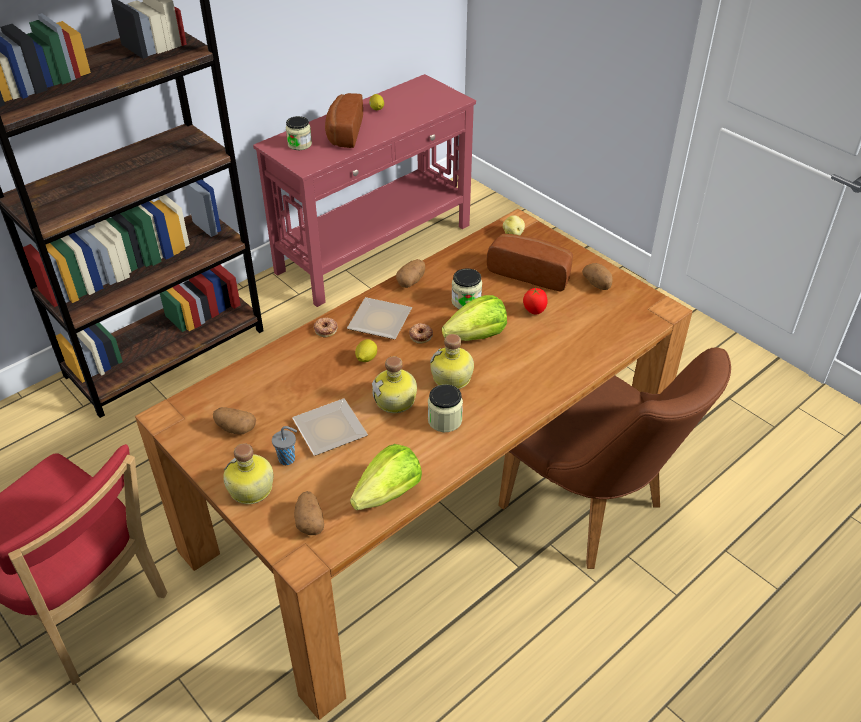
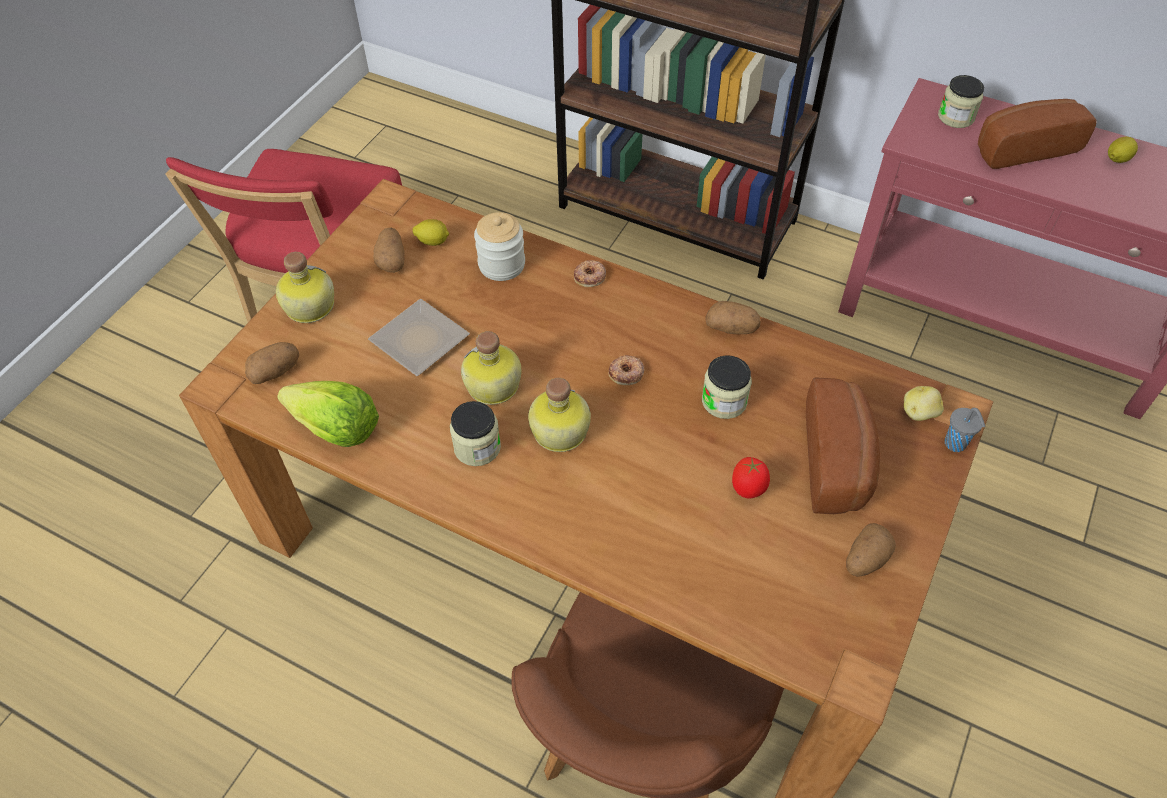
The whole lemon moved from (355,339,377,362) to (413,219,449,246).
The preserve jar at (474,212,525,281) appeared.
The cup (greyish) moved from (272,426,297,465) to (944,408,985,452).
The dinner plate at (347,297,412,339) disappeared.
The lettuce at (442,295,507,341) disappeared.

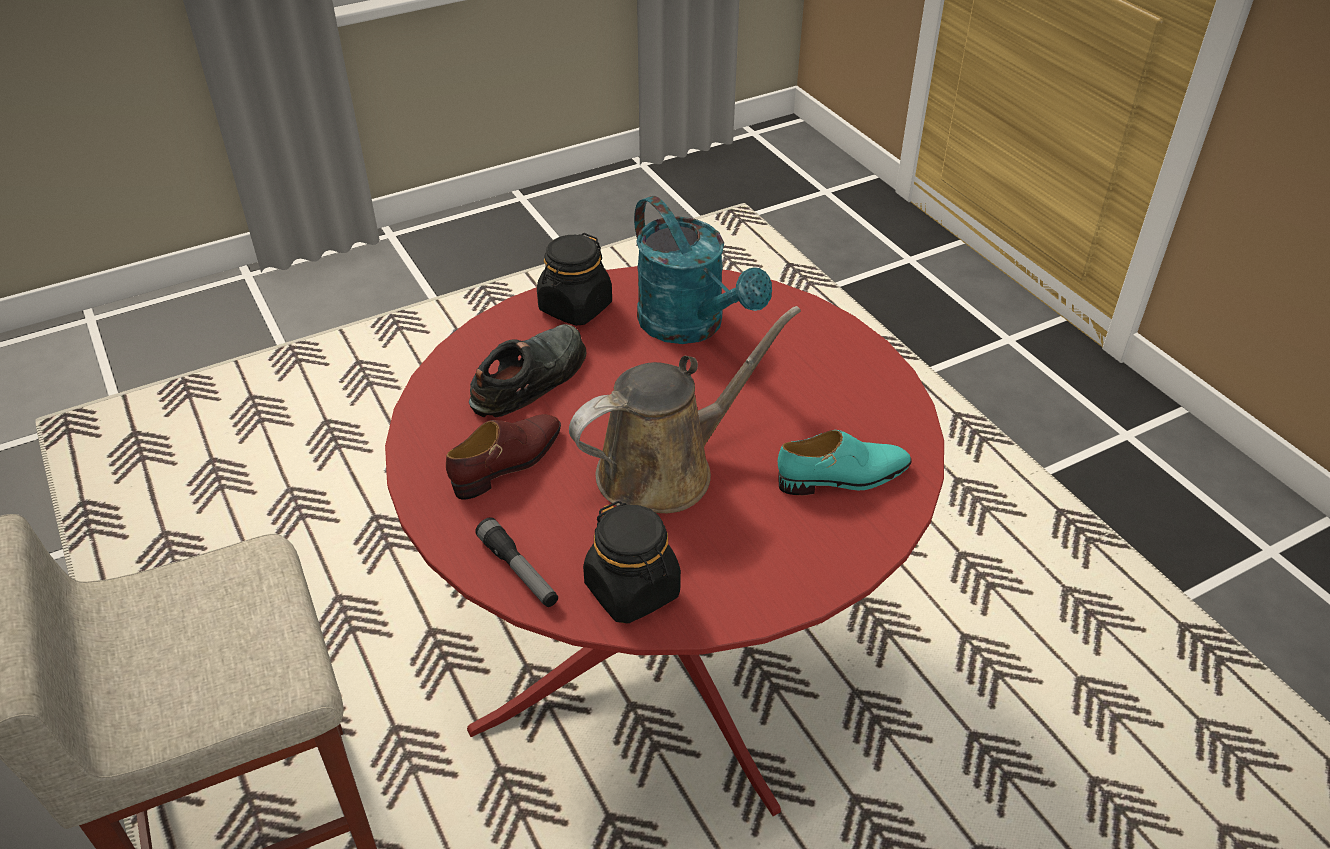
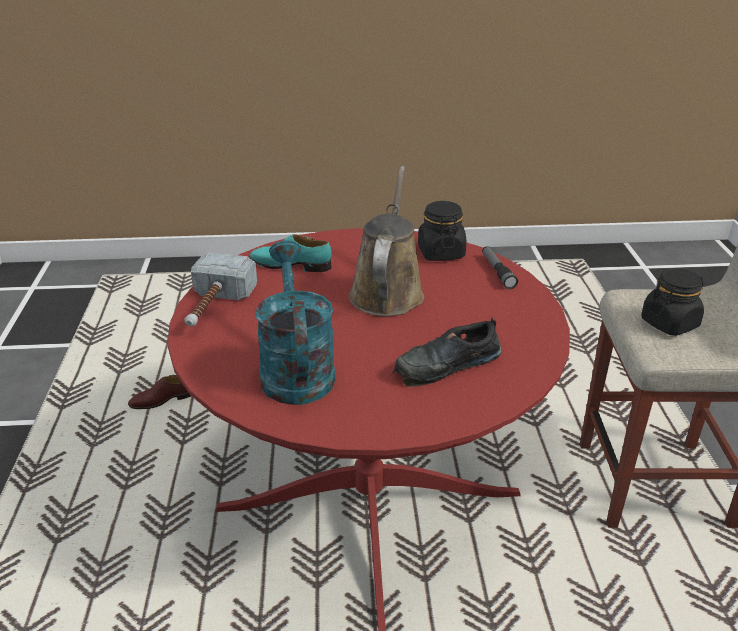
The low shoe (brownish) moved from (446,414,561,500) to (128,375,191,409).
The hammer at (184,252,257,327) appeared.
The watering can (brownish) at (569,306,801,513) turned 105 degrees clockwise.
The preserve jar (black-coloured) moved from (537,233,612,326) to (641,268,704,336).

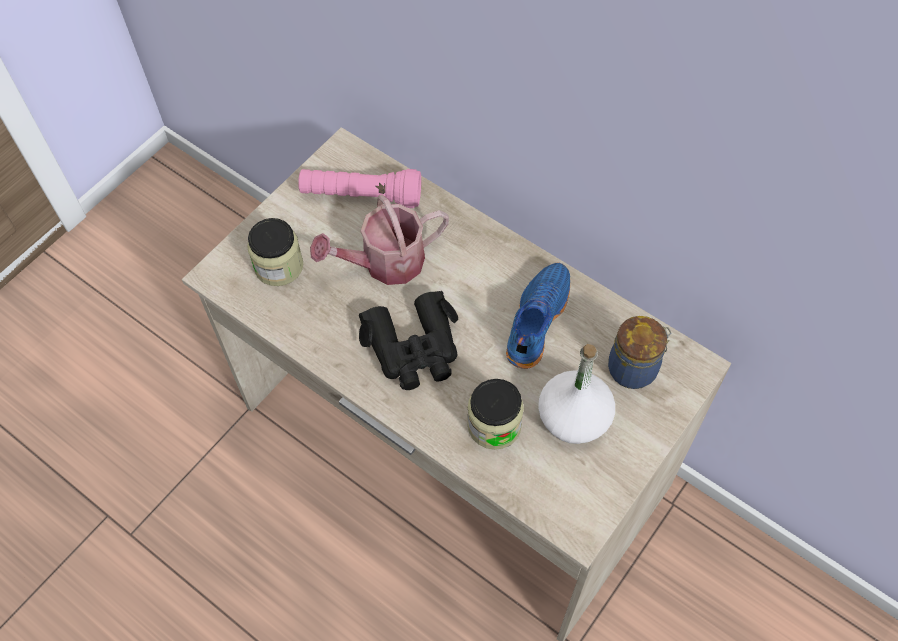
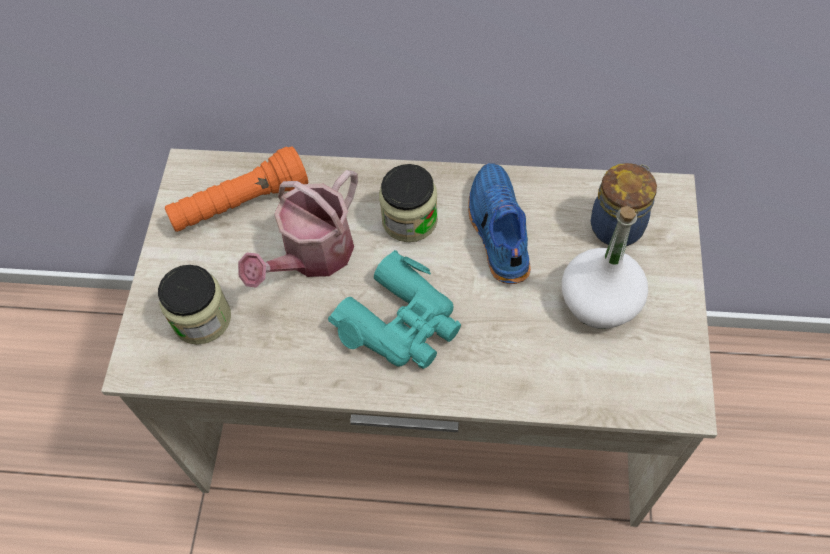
The flashlight (pink) at (298,169,421,208) became the flashlight (orange) at (165,146,308,232).
The binoculars (black-coloured) at (359,291,458,390) became the binoculars (turquoise-coloured) at (328,250,461,369).
The preserve jar moved from (467,379,524,450) to (379,164,438,242).

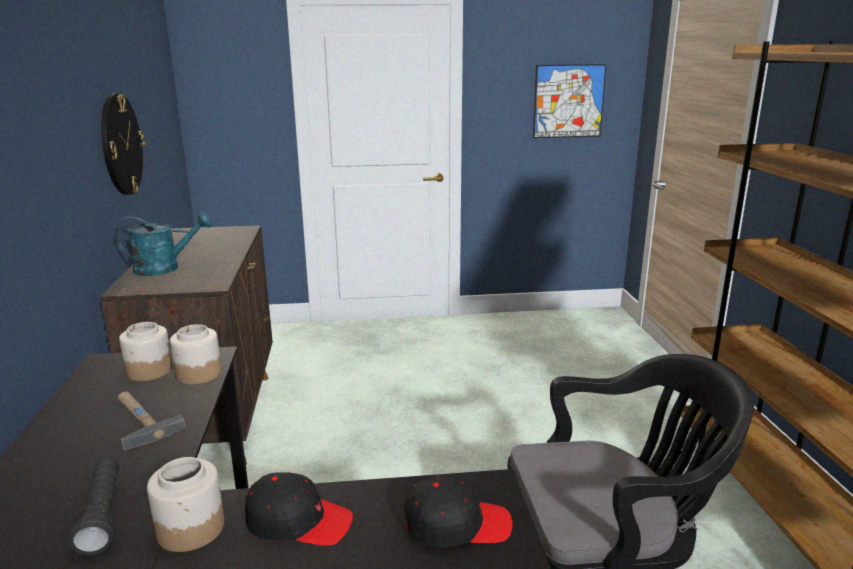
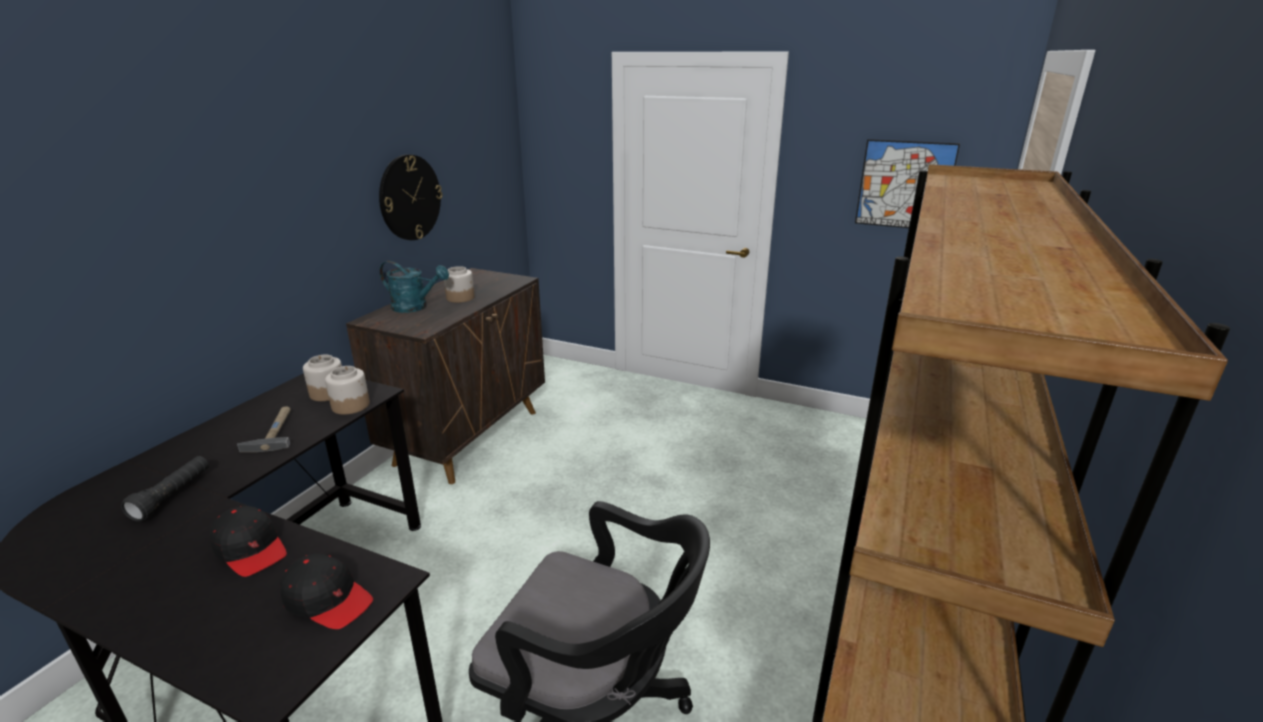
The preserve jar moved from (147,457,224,552) to (444,266,475,303).

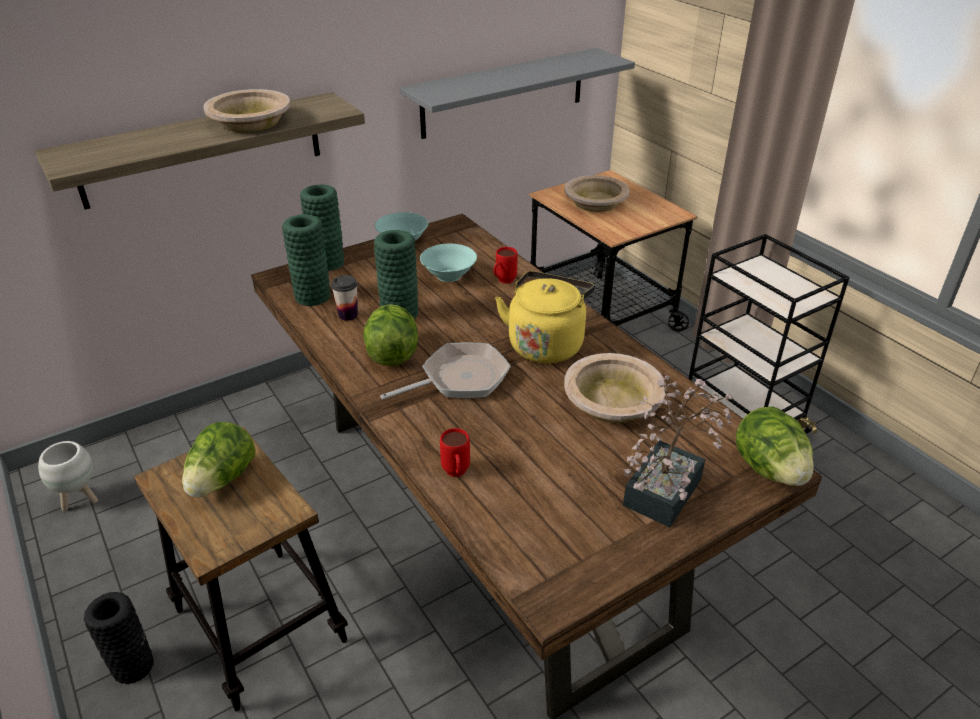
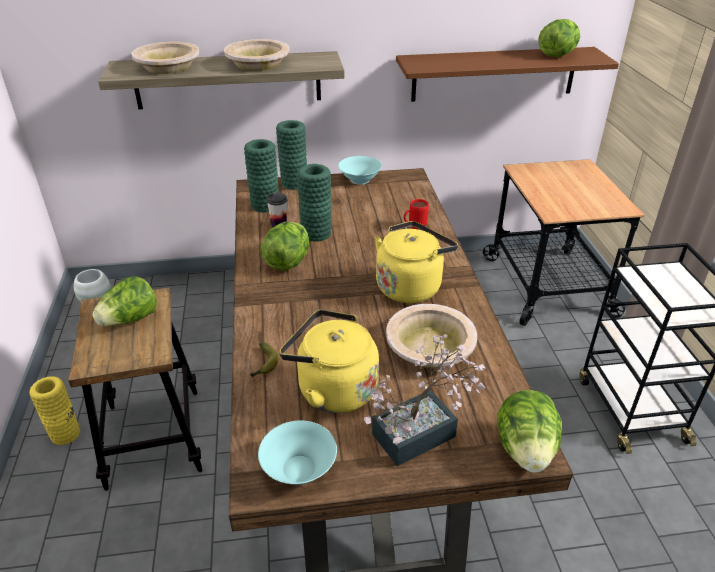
The decorative vase (black-coloured) at (84,592,154,684) became the decorative vase (yellowish) at (29,376,80,445).
The bowl (beige-coloured) moved from (565,175,630,212) to (131,41,200,74).
The tea mug (red) at (440,428,470,477) was replaced by the whole banana at (250,343,279,377).
The bowl (turquoise-coloured) moved from (420,244,477,282) to (258,420,337,485).
The tea kettle (yellowish) at (280,309,379,413) appeared.
The wall shelf (greyish) at (400,48,635,139) became the wall shelf (brownish) at (396,47,619,102).
The lettuce at (539,19,580,57) appeared.
The frying pan at (380,343,511,400) disappeared.

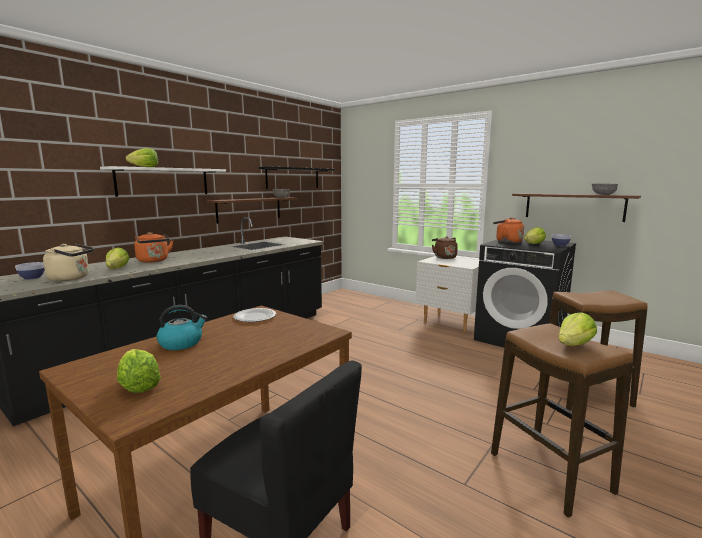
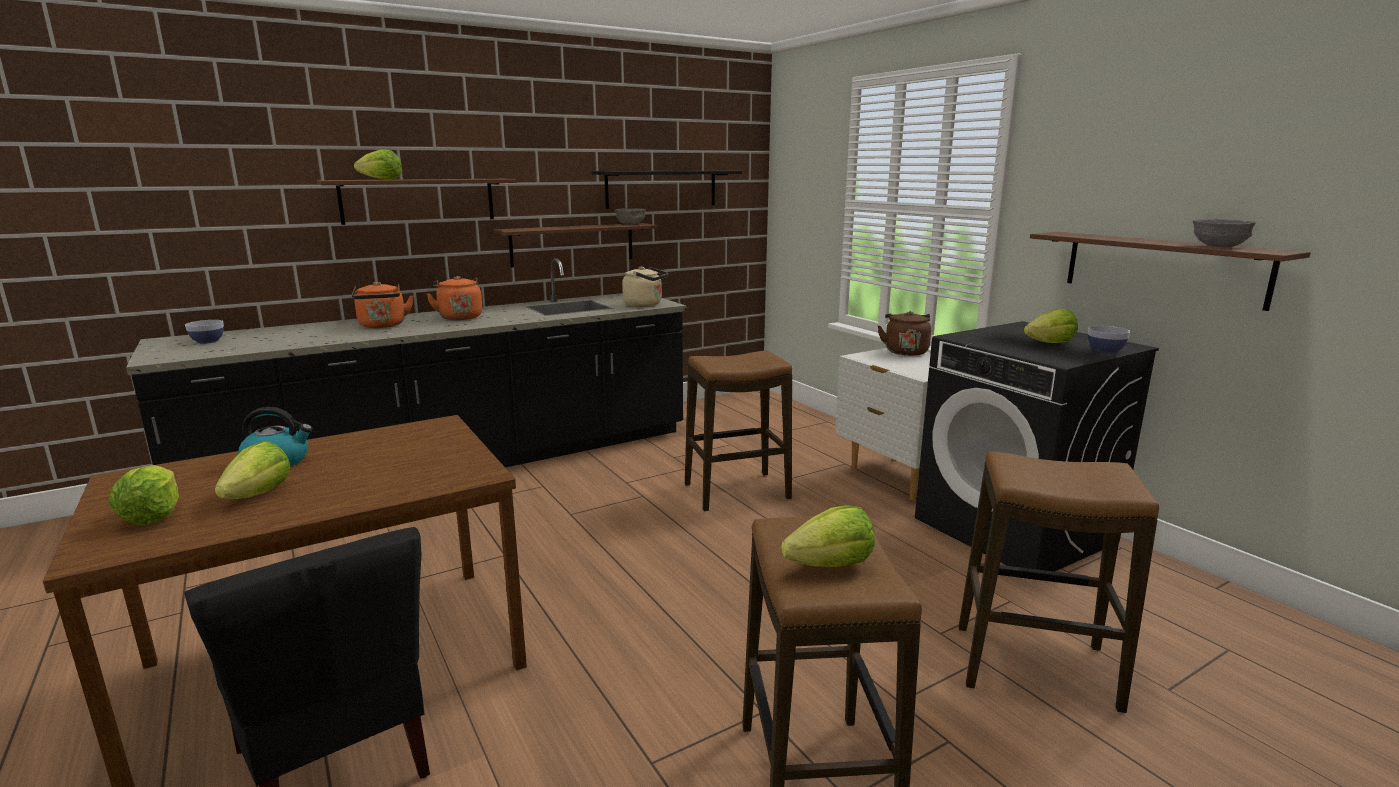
The lettuce moved from (106,248,129,269) to (215,441,290,499).
The wall shelf (whitish) at (100,166,226,197) became the wall shelf (brownish) at (317,179,516,225).
The tea kettle (orange) moved from (493,217,524,243) to (427,276,482,320).
The tea kettle (beige-coloured) moved from (43,244,94,281) to (622,267,668,307).
The sitting stool at (685,351,792,512) appeared.
The dinner plate at (233,308,276,322) disappeared.

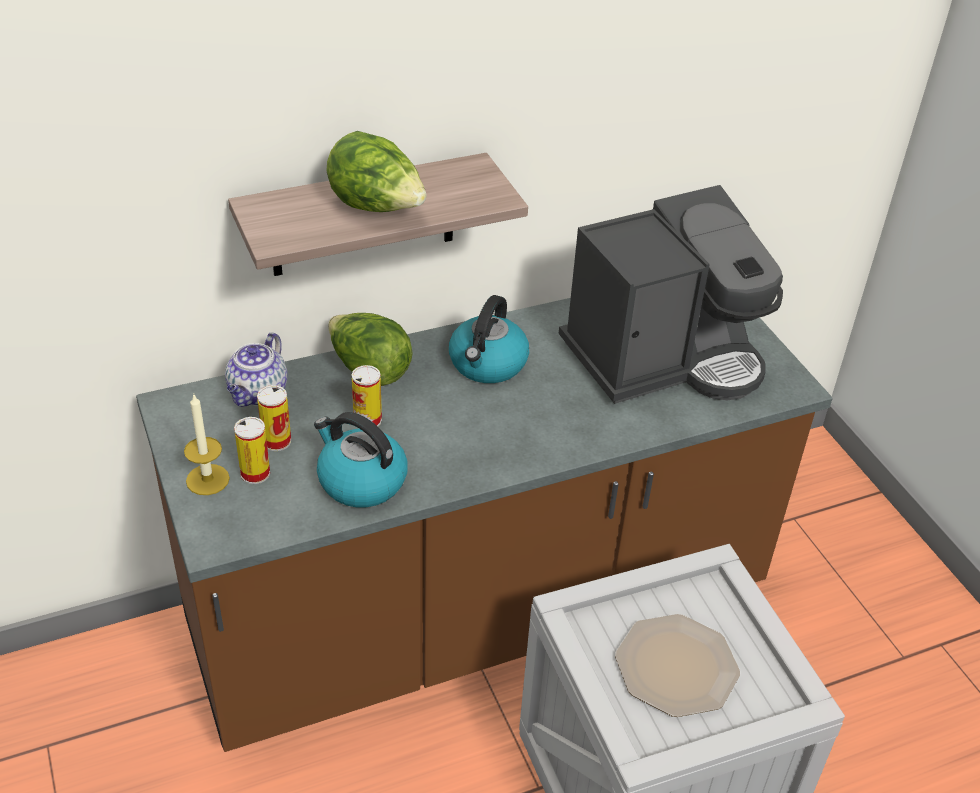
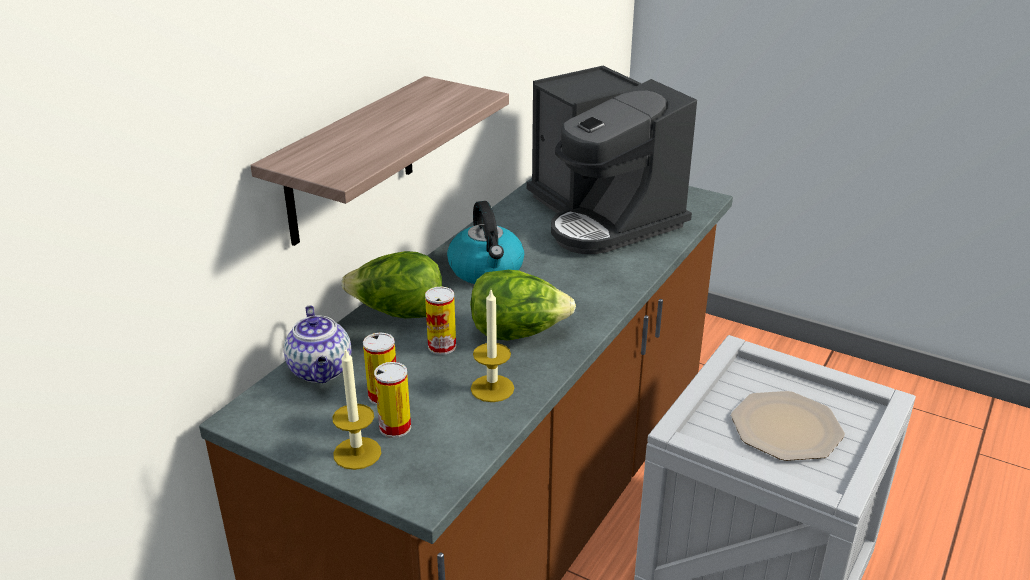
The lettuce moved from (326,131,427,212) to (470,270,576,340).
The tea kettle at (314,412,408,507) was replaced by the candle at (471,290,514,402).
The coffee maker at (558,185,783,404) turned 120 degrees clockwise.

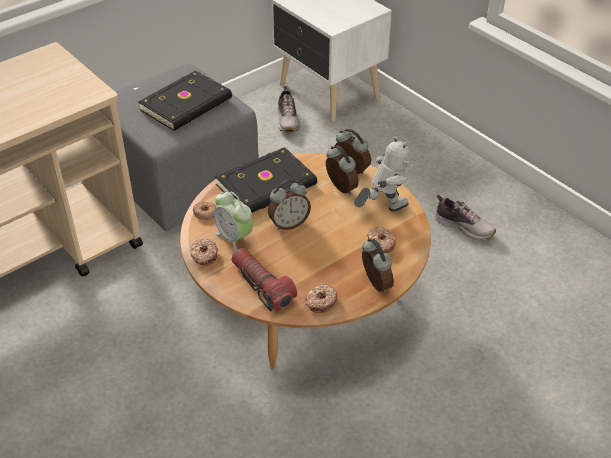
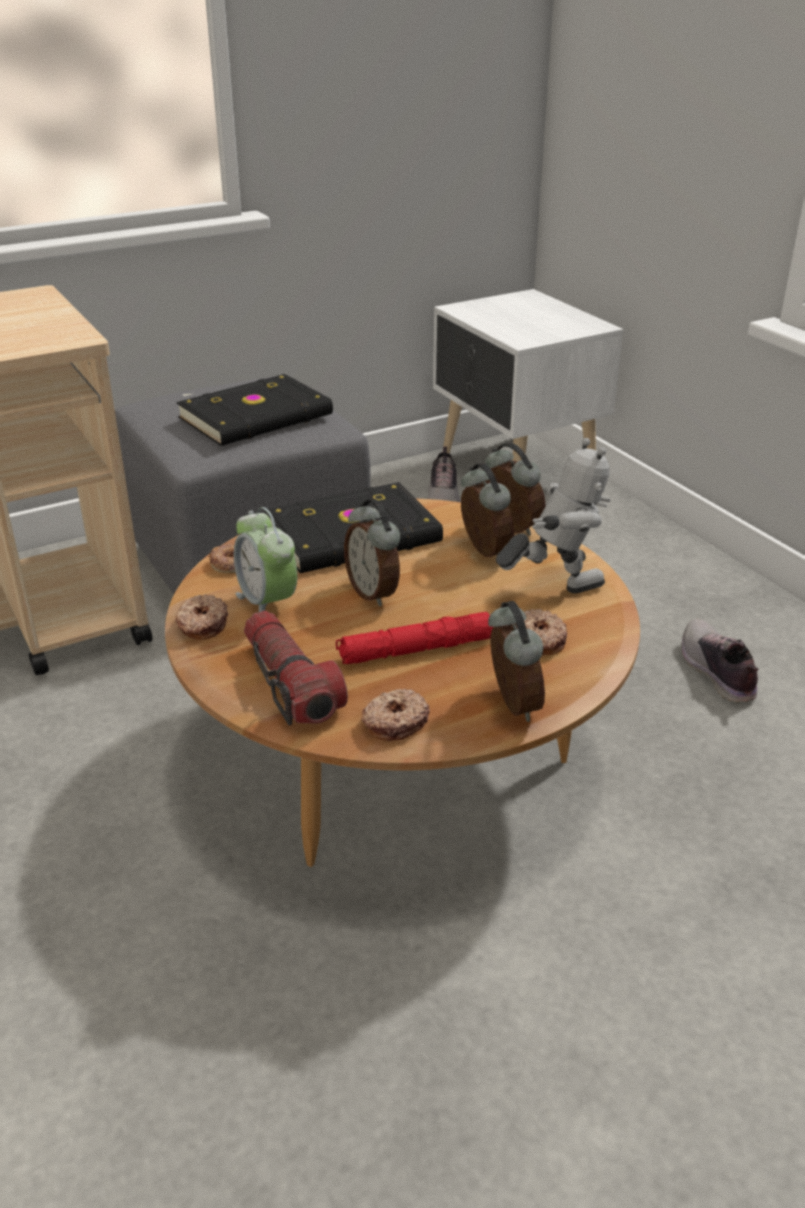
The flashlight (red) at (336,612,493,664) appeared.
The alarm clock at (268,179,311,230) turned 75 degrees clockwise.
The low shoe at (435,195,496,240) turned 150 degrees counterclockwise.

